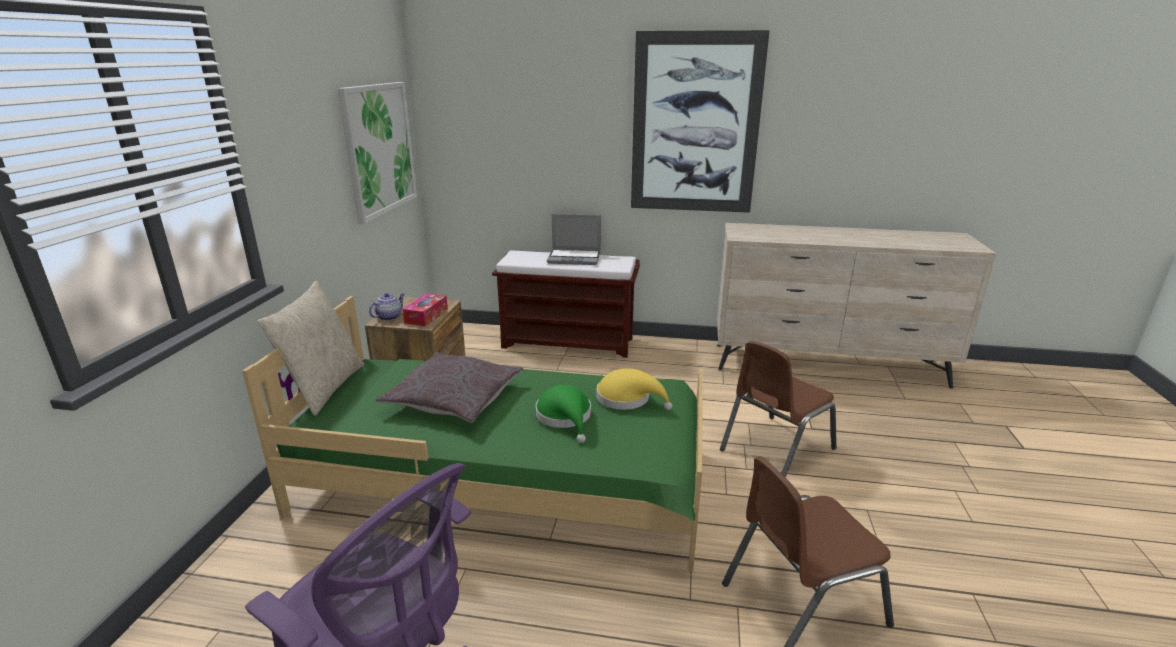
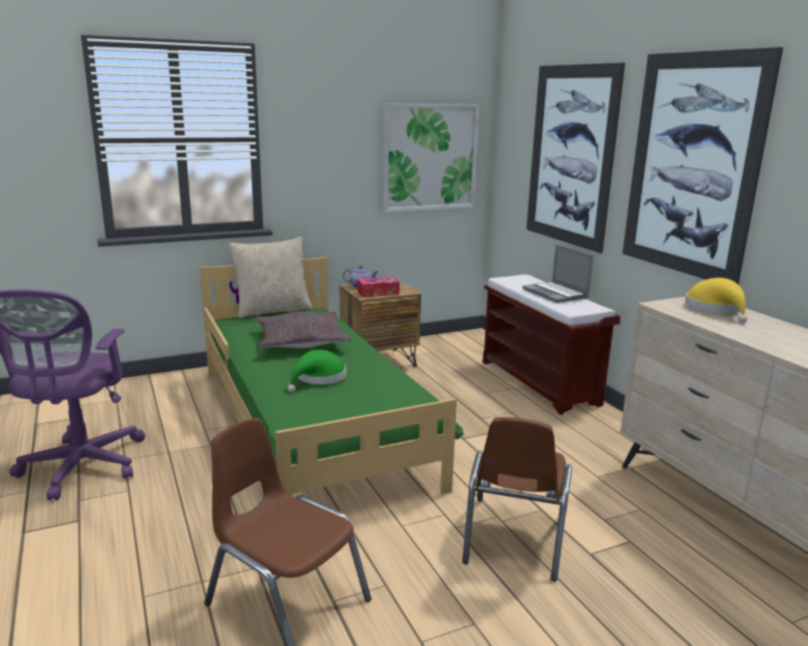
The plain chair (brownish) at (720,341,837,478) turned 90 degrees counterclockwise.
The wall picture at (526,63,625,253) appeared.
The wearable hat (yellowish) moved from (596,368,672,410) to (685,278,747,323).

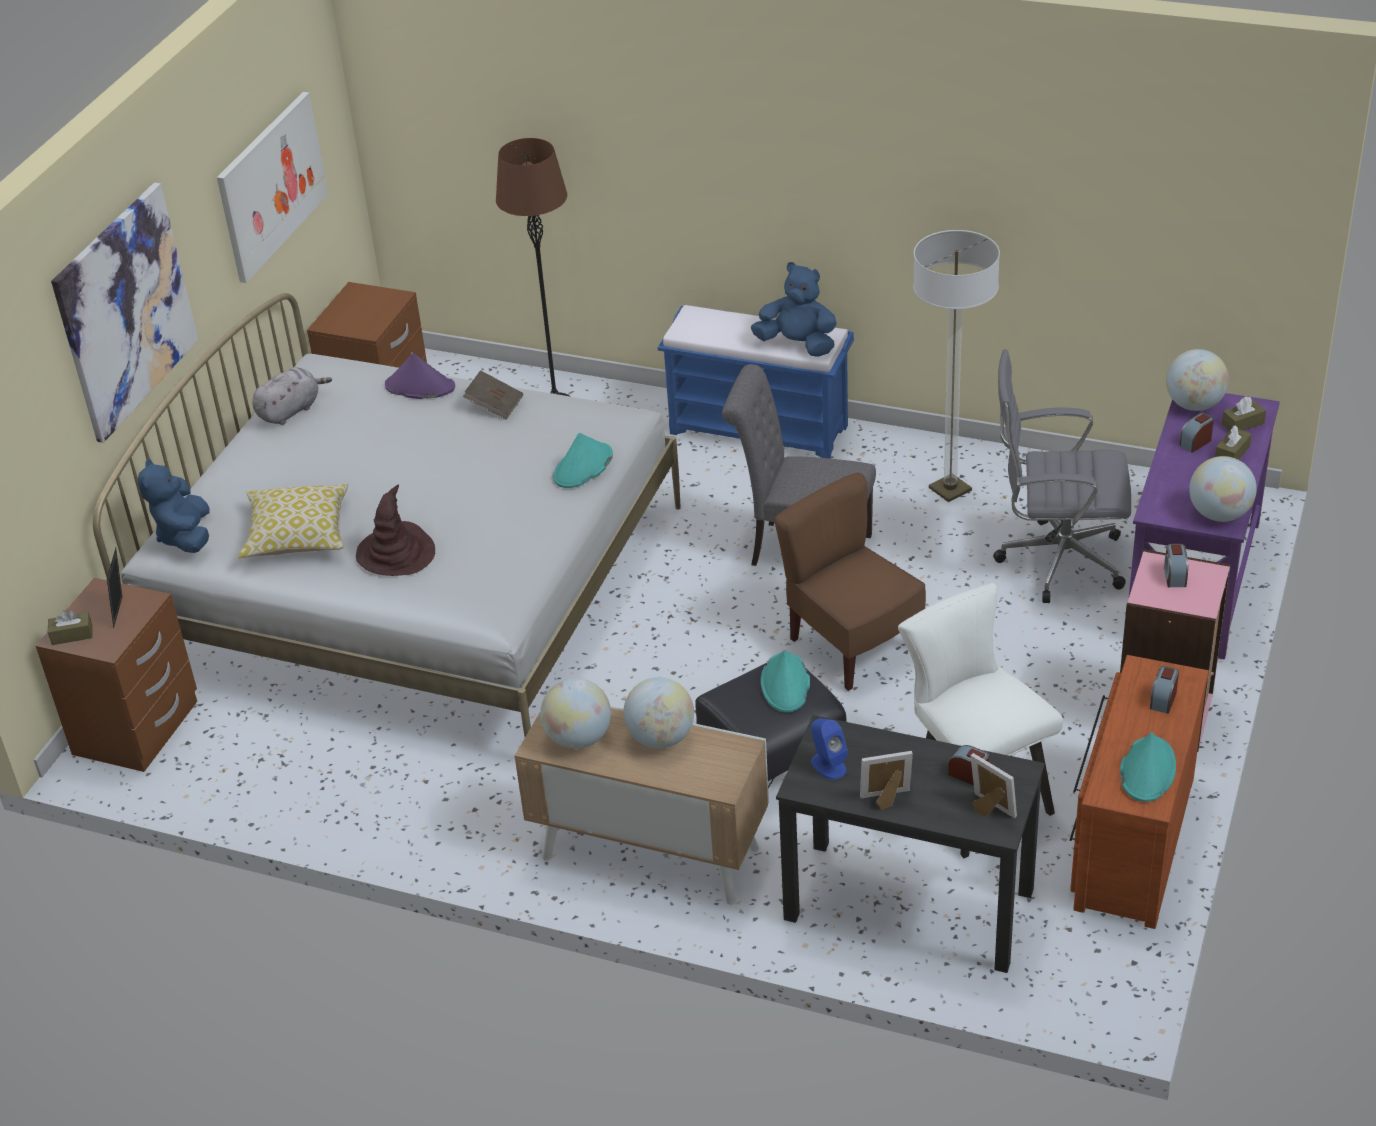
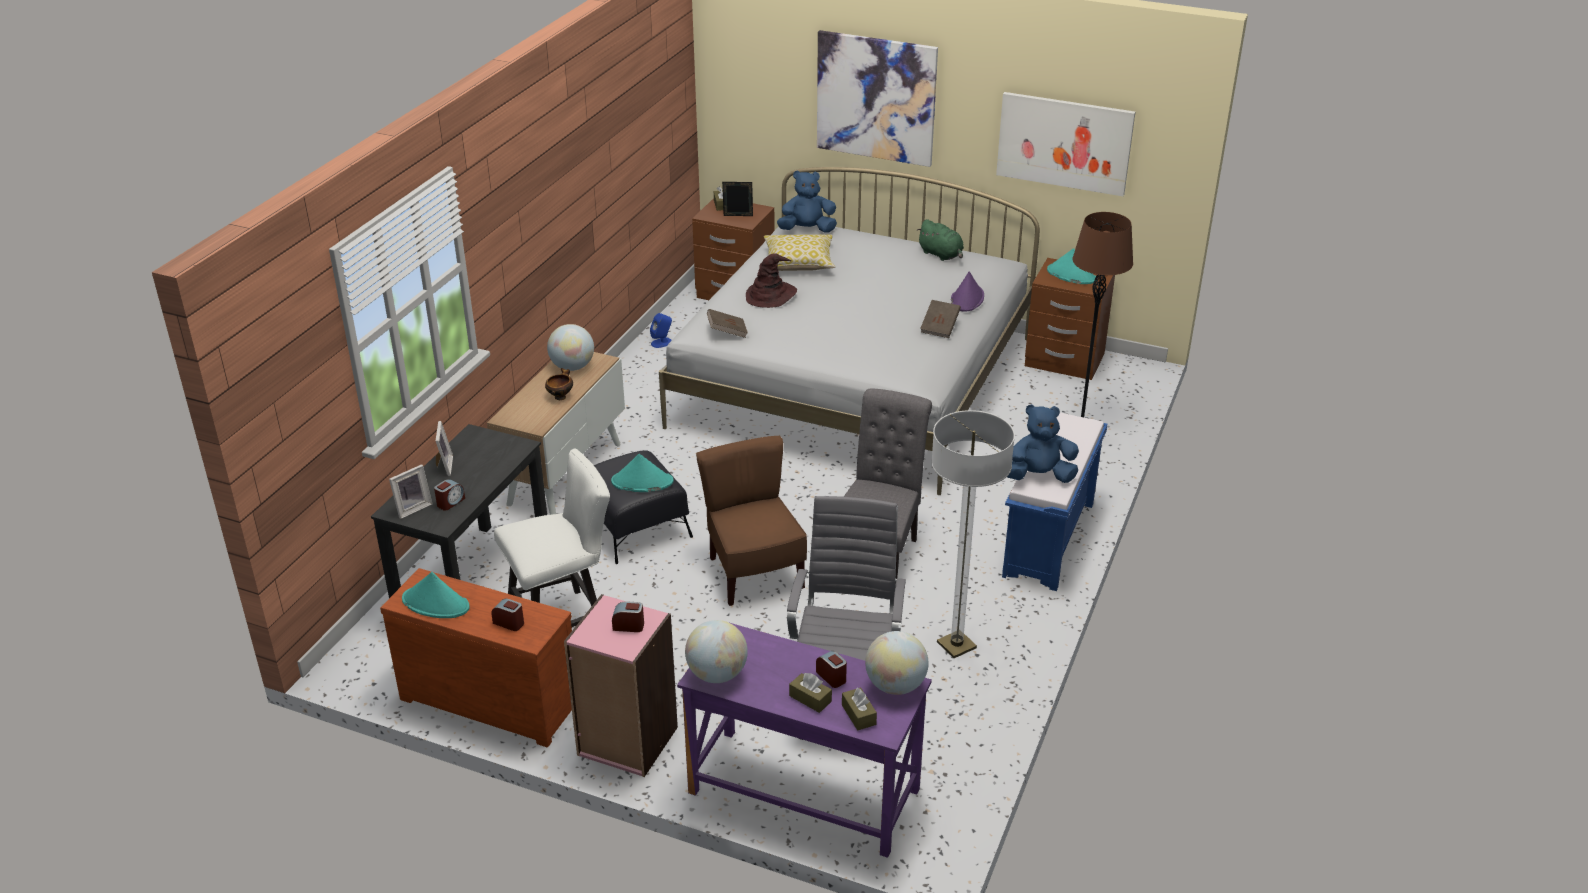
The desk globe at (623,677,694,749) was replaced by the bowl at (545,368,573,400).
The speaker (blue-coloured) moved from (811,719,848,780) to (650,313,672,348).
The plain chair (brownish) at (774,472,926,691) turned 75 degrees counterclockwise.
The volume (brownish) at (707,309,748,338) appeared.
The cuddly toy (greyish) at (252,367,332,425) became the cuddly toy (green) at (917,219,964,261).
The cuddly toy (blue-coloured) at (751,262,837,357) turned 120 degrees counterclockwise.
The wearable hat (turquoise-coloured) moved from (553,433,613,488) to (1047,248,1097,284).

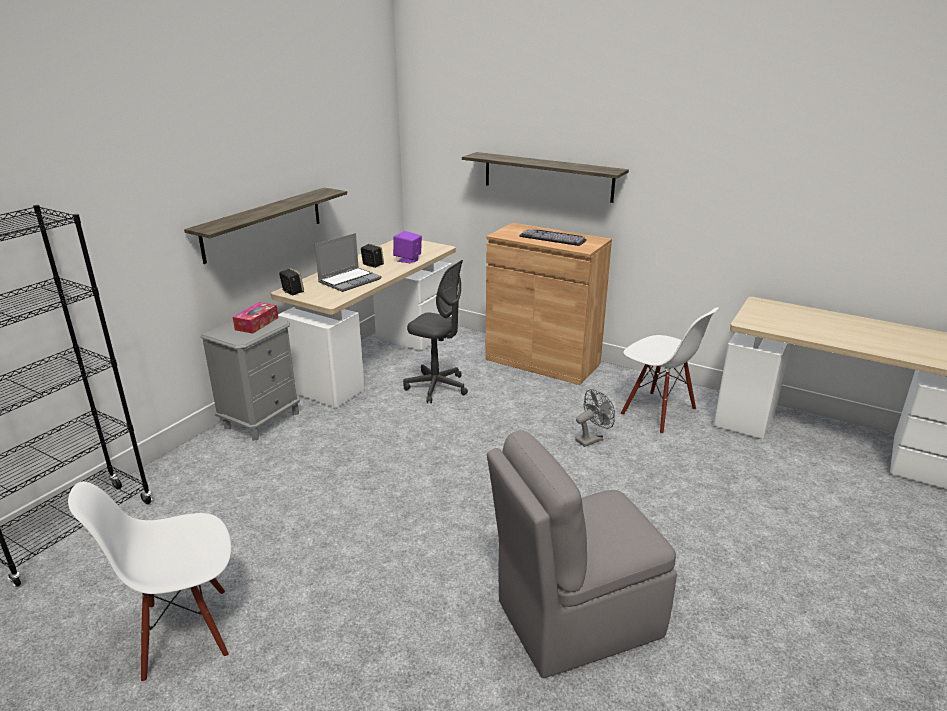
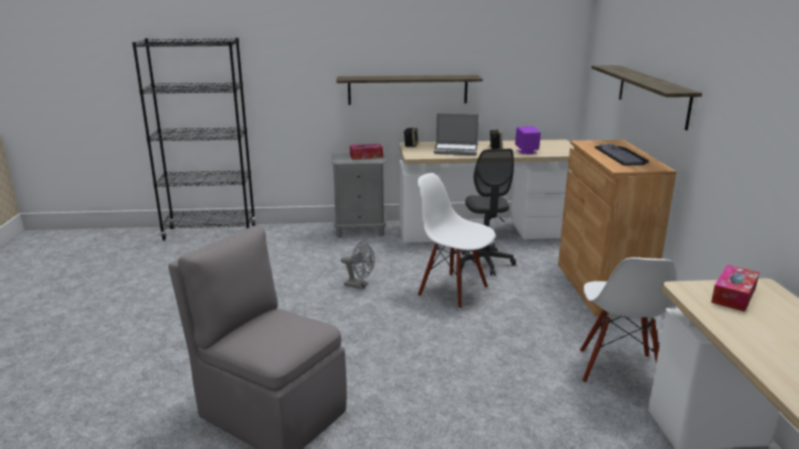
The cooling fan (greyish) moved from (575,389,615,447) to (341,241,375,289).
The plain chair (whitish) moved from (68,482,231,682) to (417,173,495,309).
The tissue holder at (711,265,760,312) appeared.

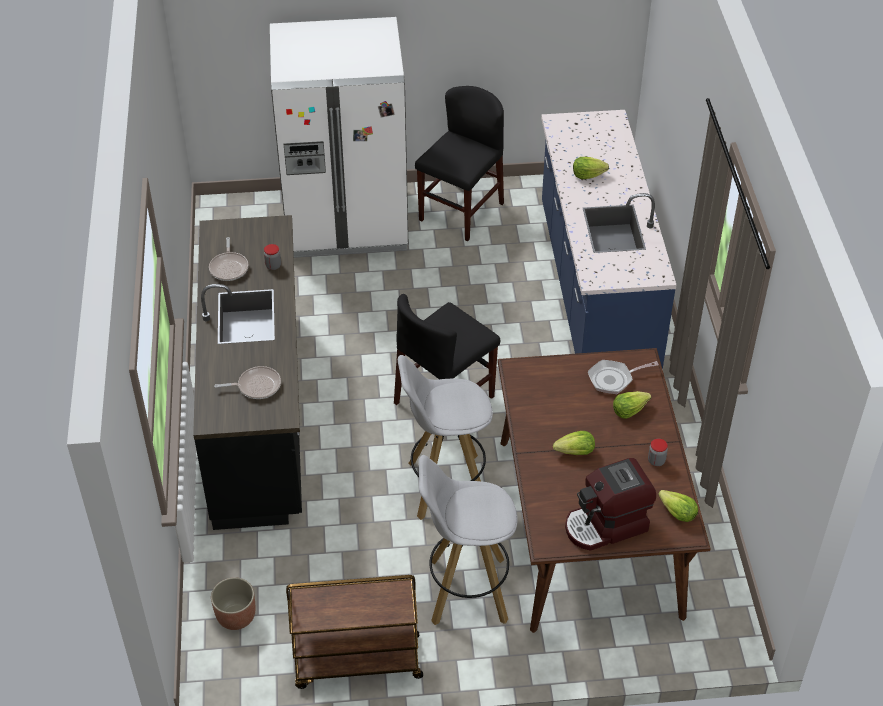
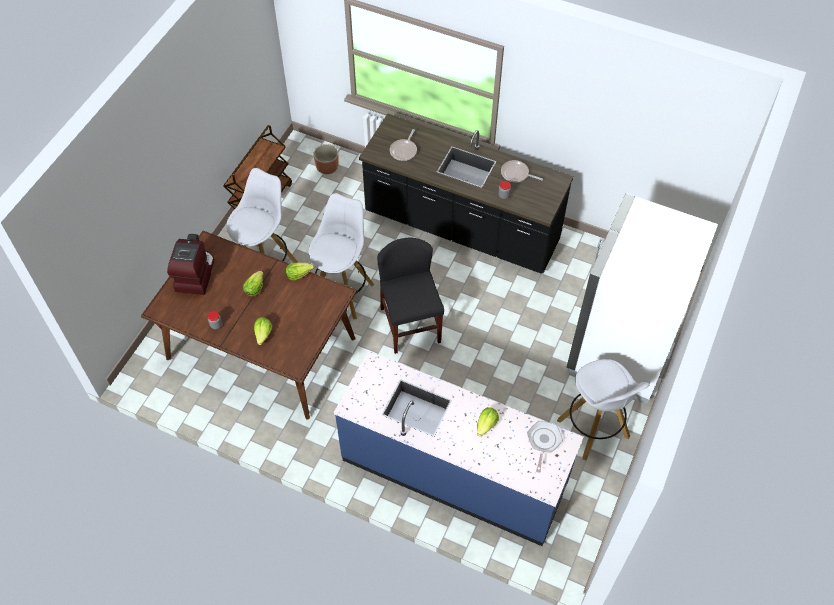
The lettuce moved from (658,490,698,522) to (286,262,314,281).
The frying pan moved from (588,360,659,394) to (527,421,563,473).
The plain chair (black-coloured) at (415,86,504,241) was replaced by the sitting stool (whitish) at (557,359,650,460).

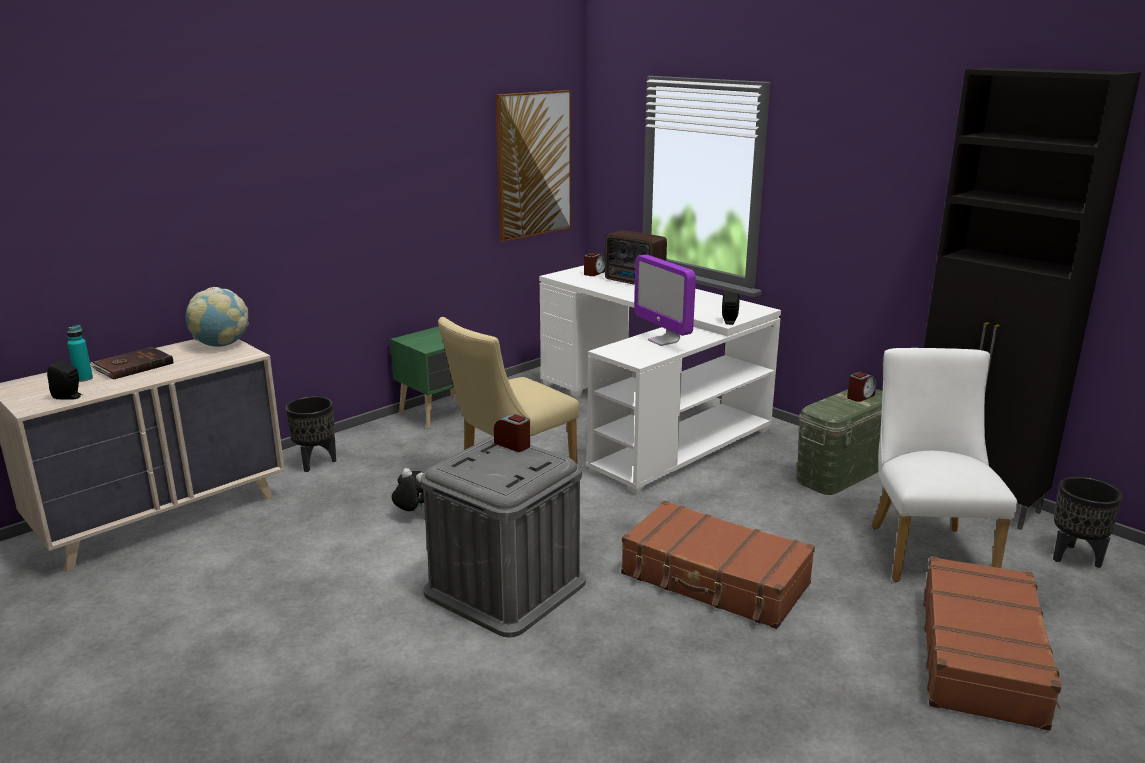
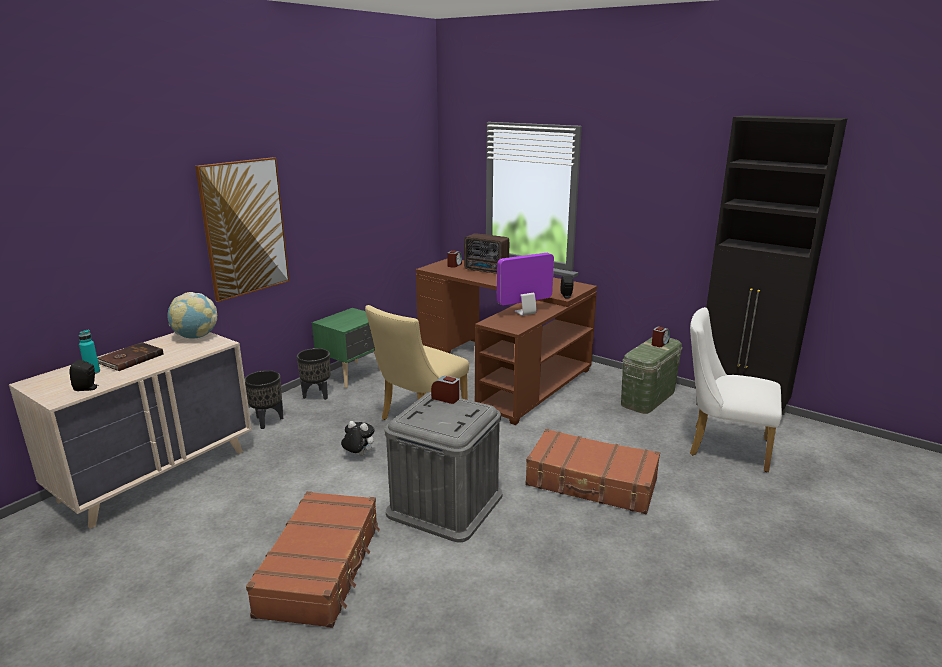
The wall picture moved from (496,90,571,242) to (195,157,289,302).
The travel case (brownish) moved from (923,556,1062,731) to (246,491,380,628).
The planter (black-coloured) moved from (1053,477,1123,568) to (297,348,331,400).
The desk (whitish) at (539,265,781,495) became the desk (brownish) at (416,259,597,425).
The computer display at (634,254,696,346) turned 105 degrees clockwise.
The plain chair (whitish) at (871,348,1018,582) turned 60 degrees counterclockwise.

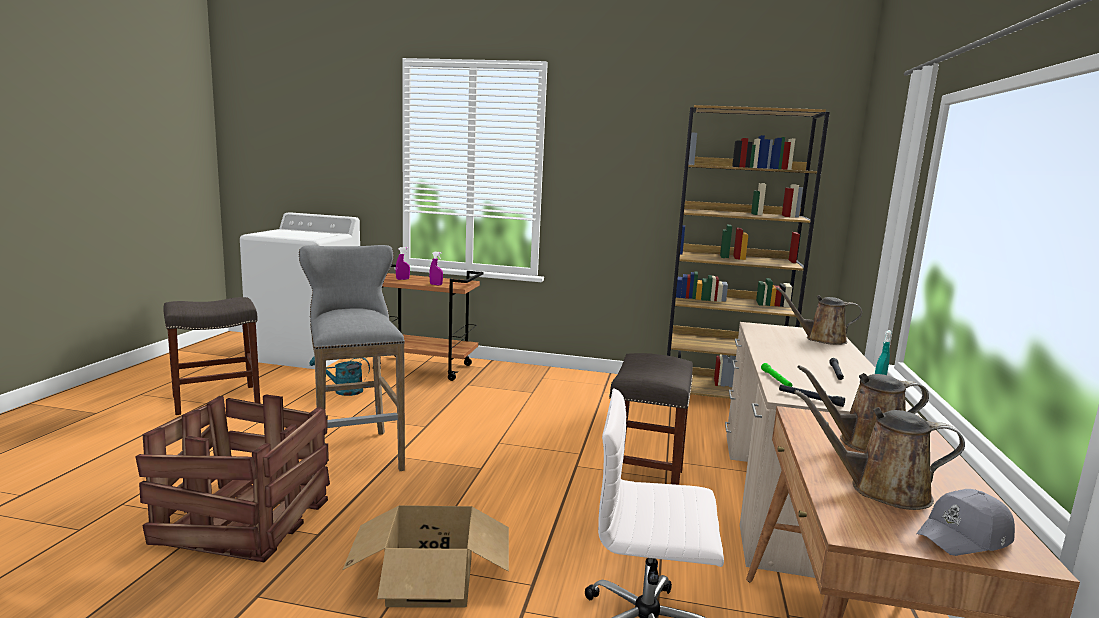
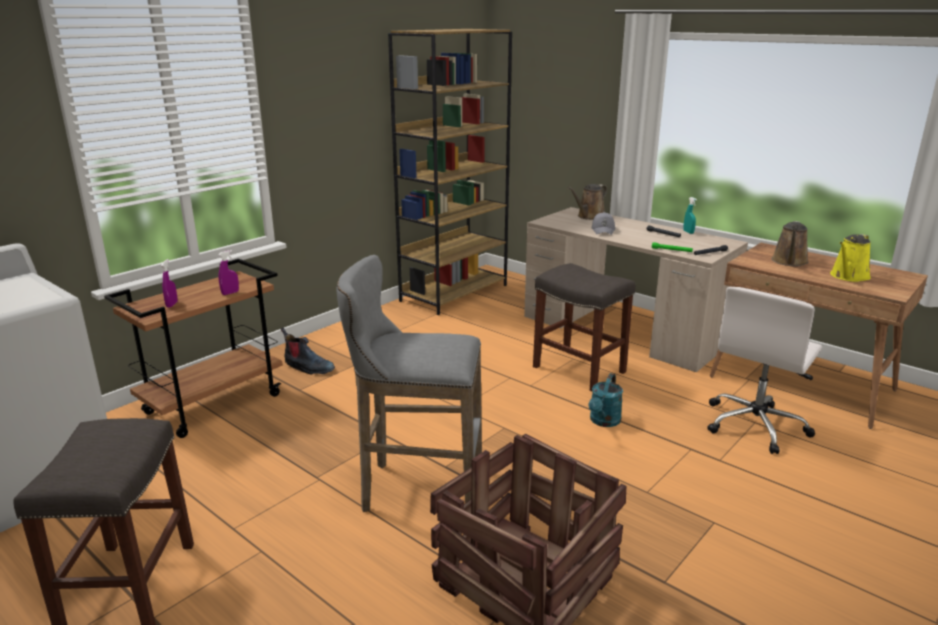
The high-top boot at (281,327,335,375) appeared.
The watering can (turquoise-coloured) moved from (309,356,370,396) to (589,373,623,427).
The baseball cap (greyish) moved from (916,489,1015,556) to (591,212,615,235).
The watering can (brownish) at (794,390,965,510) became the watering can (yellowish) at (830,234,871,282).
The carton at (343,505,509,608) disappeared.

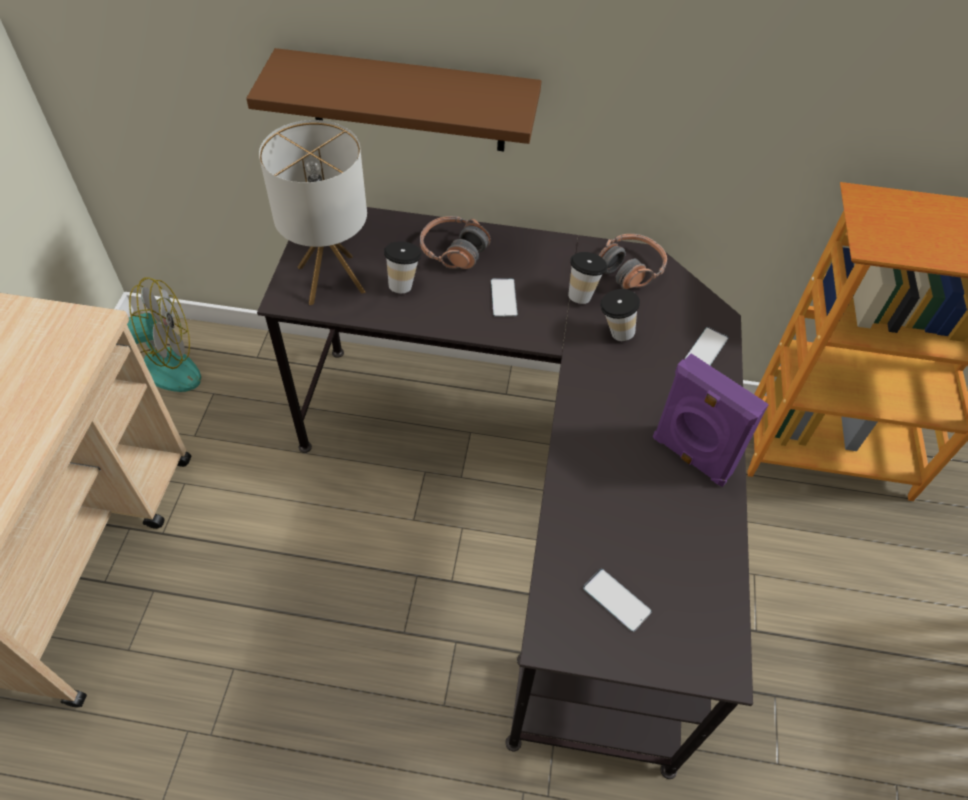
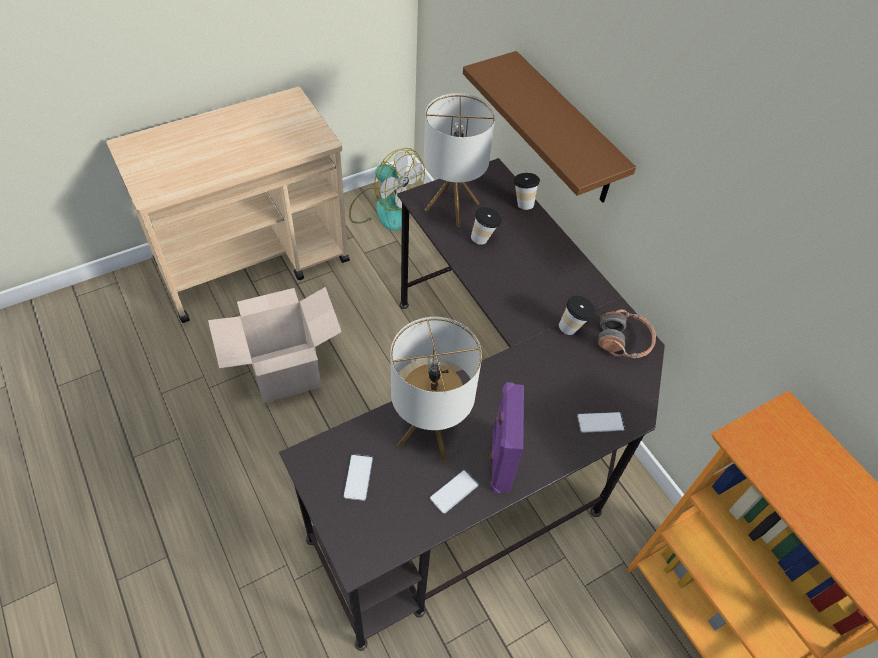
The carton at (208,287,342,403) appeared.
The table lamp at (390,317,482,463) appeared.
The phone moved from (491,278,517,317) to (430,470,479,514).
The cup moved from (600,289,640,341) to (513,173,540,210).
The pair of headphones at (420,216,491,269) disappeared.

